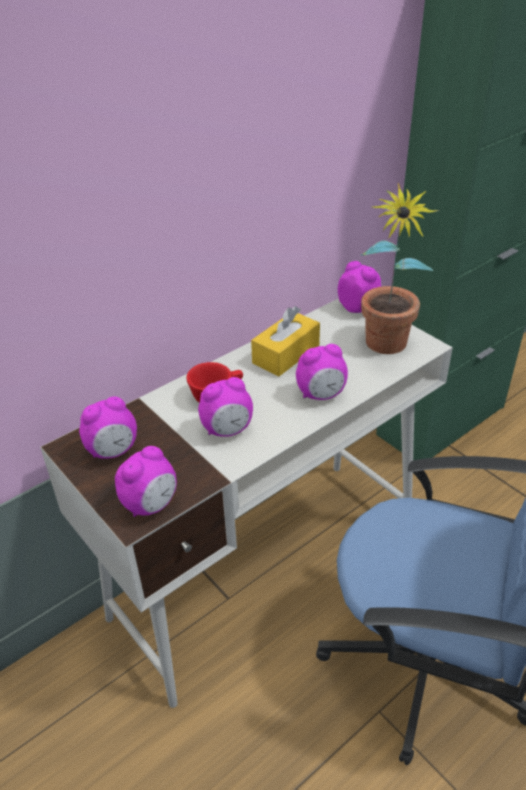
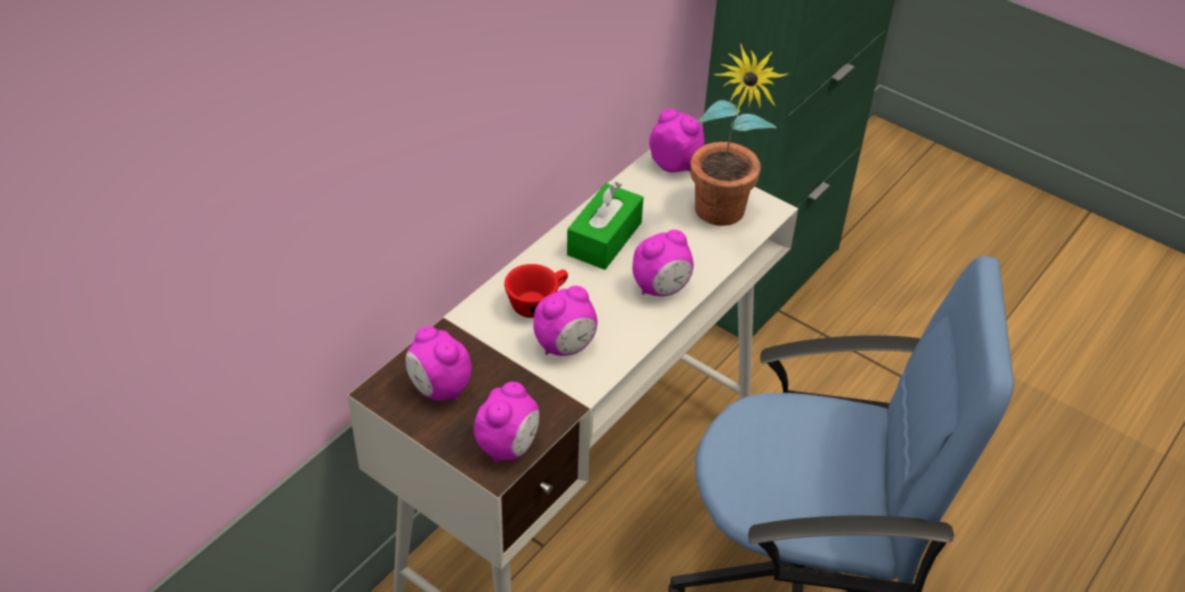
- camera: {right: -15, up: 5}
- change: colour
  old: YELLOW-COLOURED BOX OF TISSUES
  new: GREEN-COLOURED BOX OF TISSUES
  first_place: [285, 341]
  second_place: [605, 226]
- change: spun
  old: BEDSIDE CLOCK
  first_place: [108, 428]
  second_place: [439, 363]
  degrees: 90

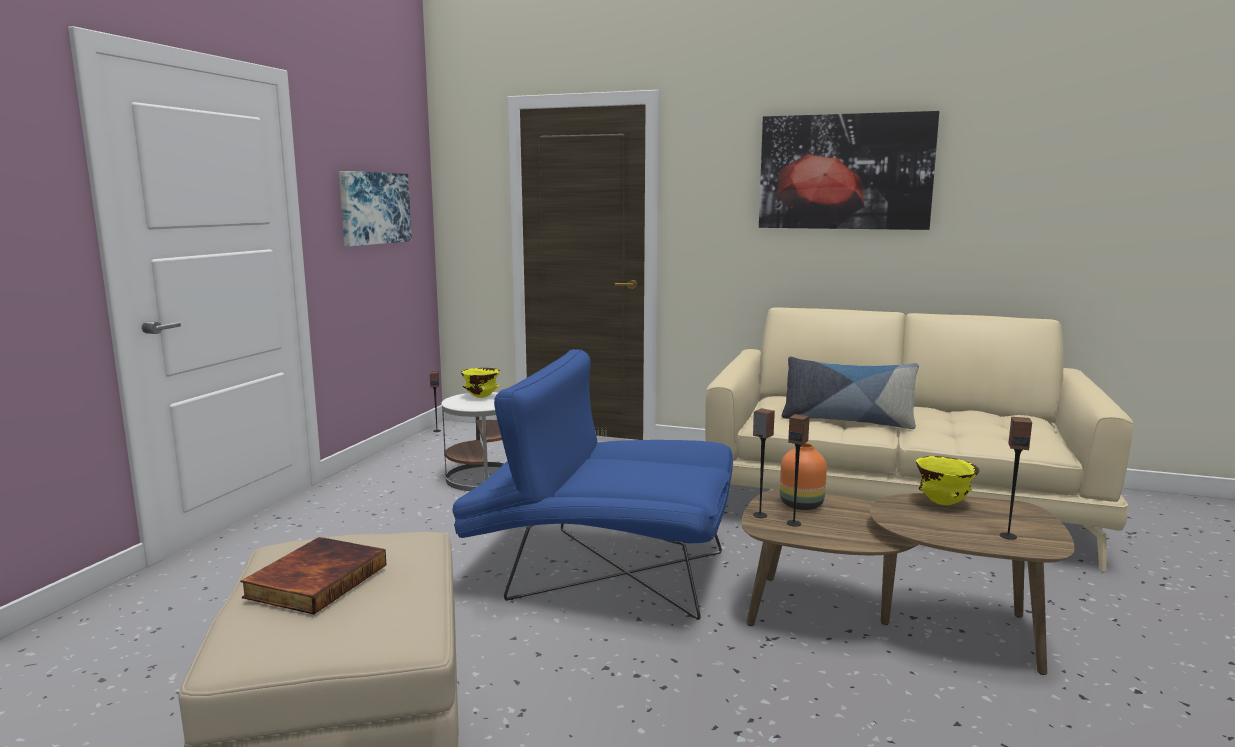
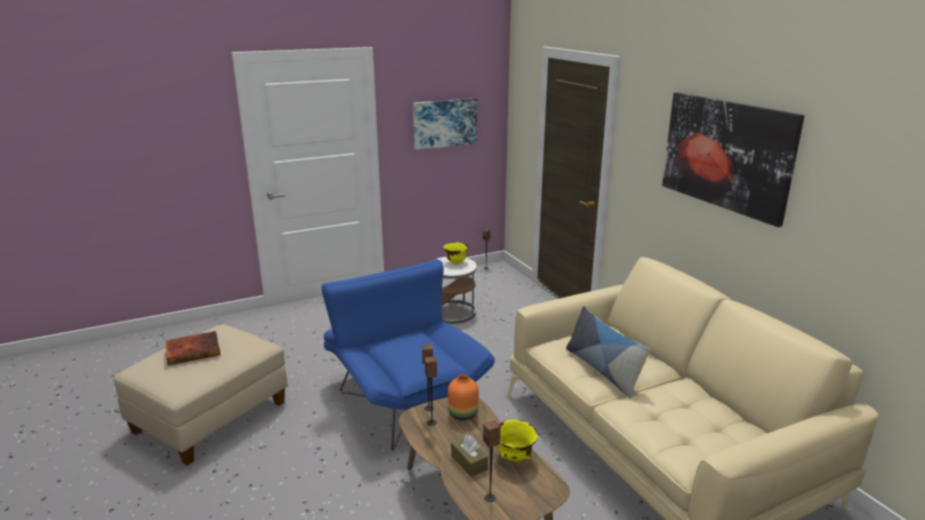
- camera: {right: 45, up: 10}
- change: appeared
  new: BROWN BOX OF TISSUES
  second_place: [469, 455]

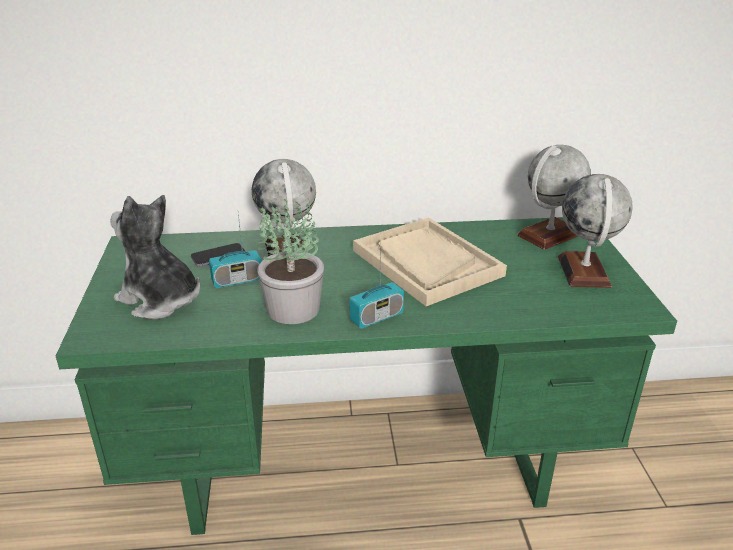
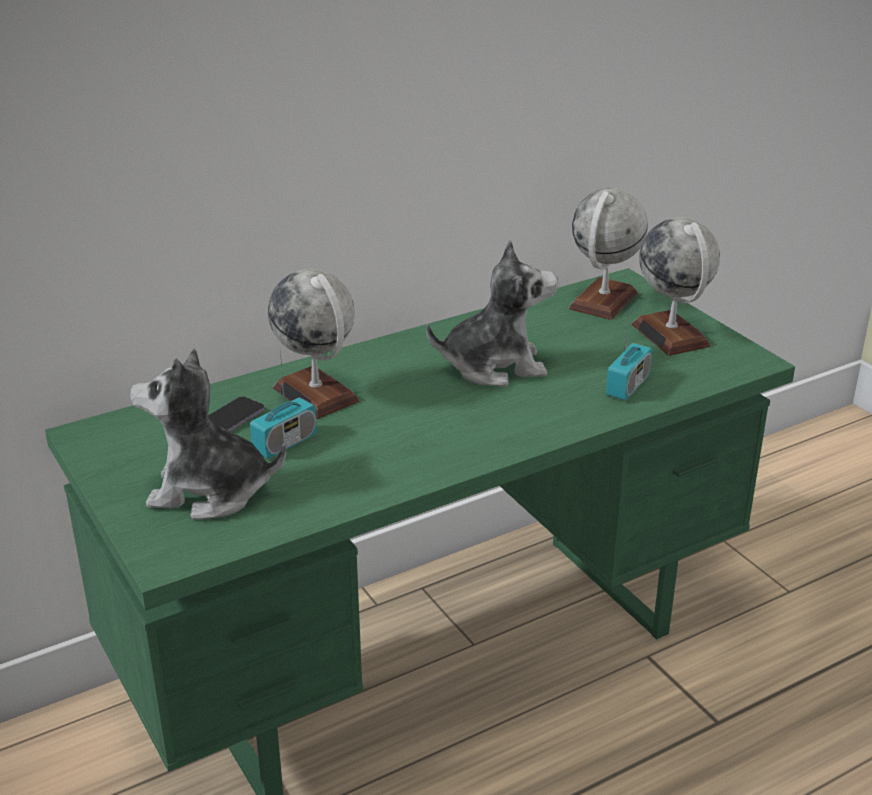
- camera: {right: -25, up: 0}
- change: missing
  old: POTTED PLANT
  first_place: [290, 261]
- change: exchanged
  old: BEIGE SERVING TRAY
  new: PLUSH TOY
  first_place: [430, 261]
  second_place: [492, 313]
- change: relocated
  old: RADIO RECEIVER
  first_place: [377, 285]
  second_place: [629, 351]

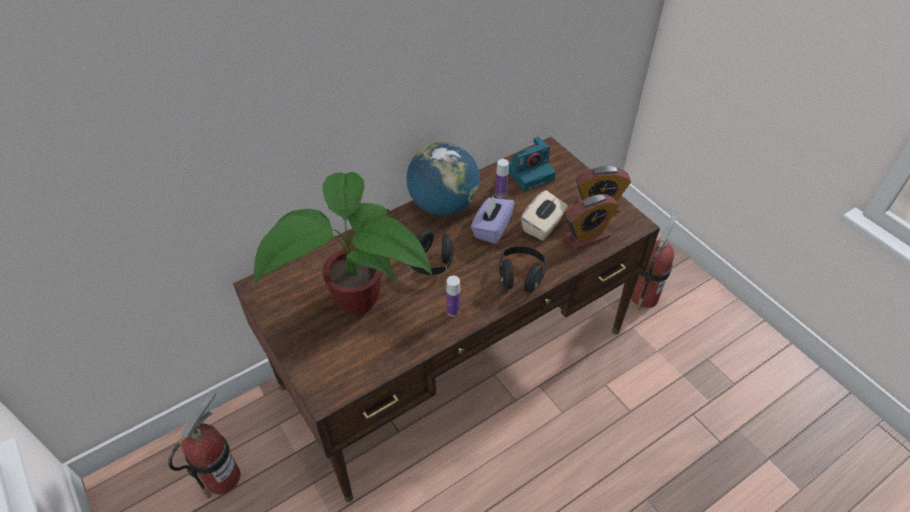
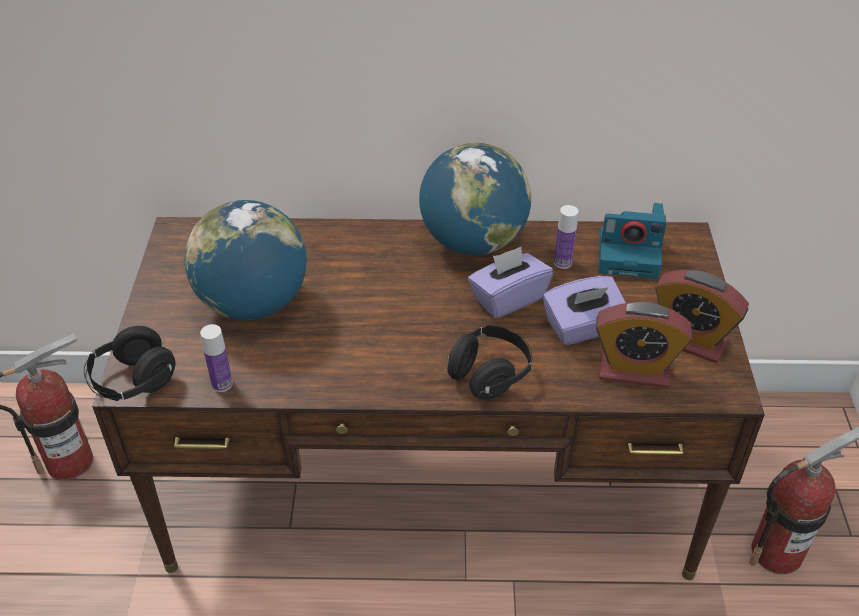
- camera: {right: 35, up: -5}
- change: exchanged
  old: POTTED PLANT
  new: WORLD GLOBE
  first_place: [343, 243]
  second_place: [246, 260]
- change: colour
  old: BEIGE BOX OF TISSUES
  new: PURPLISH BOX OF TISSUES
  first_place: [544, 215]
  second_place: [584, 310]
- change: relocated
  old: BLACK HEADPHONES
  first_place: [431, 252]
  second_place: [129, 363]
- change: relocated
  old: BOTTLE
  first_place: [453, 296]
  second_place: [216, 358]

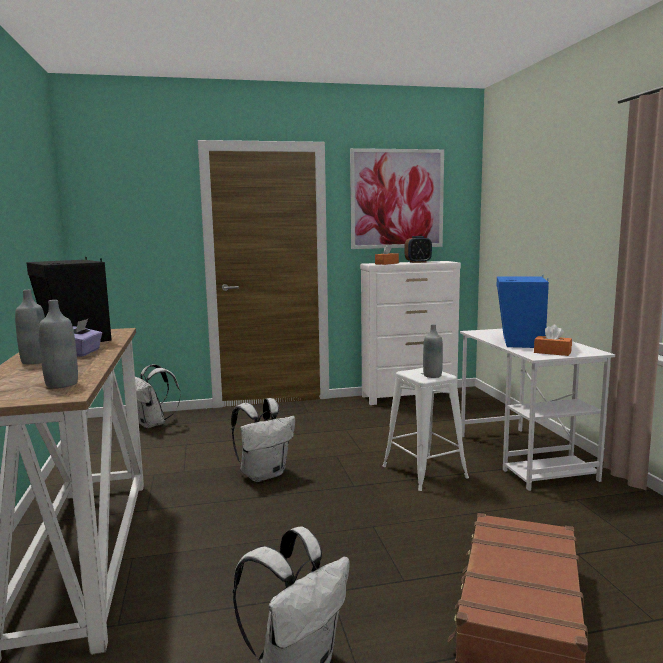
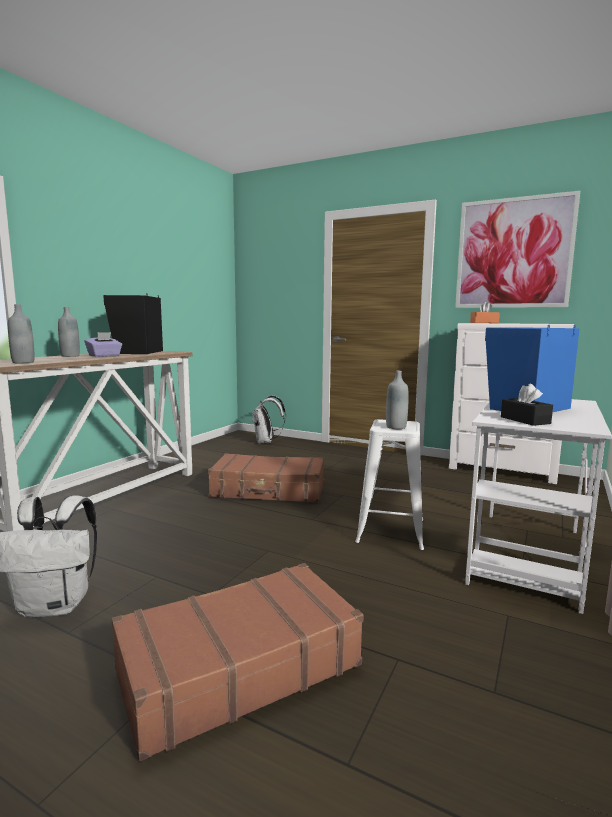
- camera: {right: 40, up: 0}
- change: missing
  old: BEDSIDE CLOCK
  first_place: [418, 249]
- change: colour
  old: ORANGE-COLOURED BOX OF TISSUES
  new: BLACK BOX OF TISSUES
  first_place: [553, 340]
  second_place: [527, 405]
- change: exchanged
  old: WHITE-COLOURED KNAPSACK
  new: BROWN SUITCASE
  first_place: [263, 440]
  second_place: [266, 478]

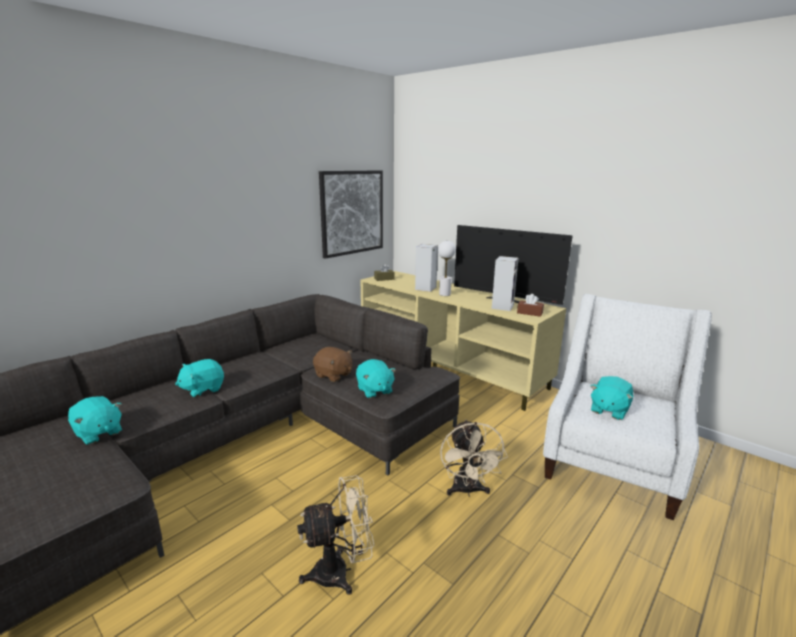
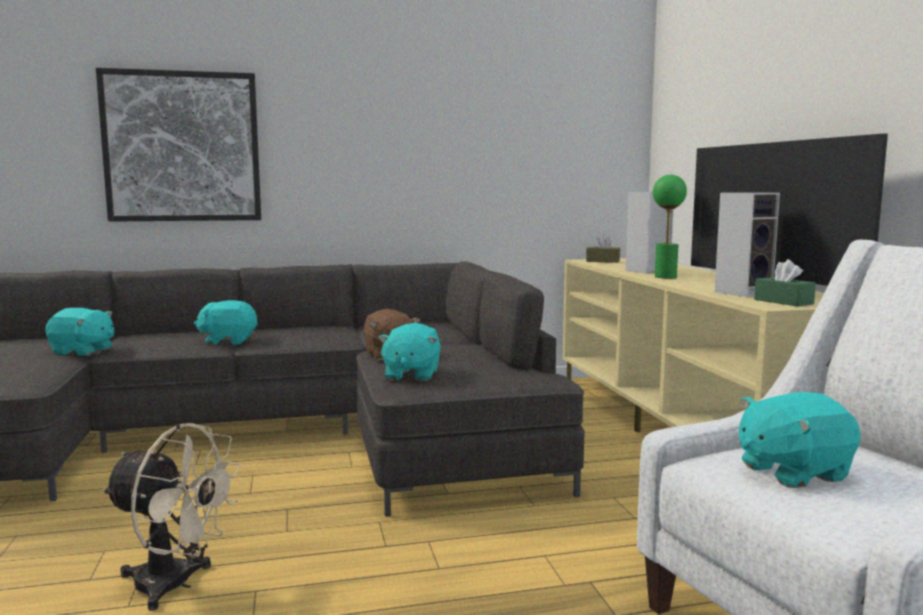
- camera: {right: 35, up: -10}
- change: relocated
  old: PICTURE
  first_place: [351, 214]
  second_place: [178, 145]
- change: colour
  old: WHITE-COLOURED TABLE LAMP
  new: GREEN-COLOURED TABLE LAMP
  first_place: [447, 268]
  second_place: [670, 226]
- change: colour
  old: BROWN BOX OF TISSUES
  new: GREEN-COLOURED BOX OF TISSUES
  first_place: [530, 305]
  second_place: [785, 283]
- change: spun
  old: BLUE-GREEN PLUSH TOY
  first_place: [95, 420]
  second_place: [79, 332]
  degrees: -60
- change: missing
  old: BEIGE ELECTRIC FAN
  first_place: [474, 458]

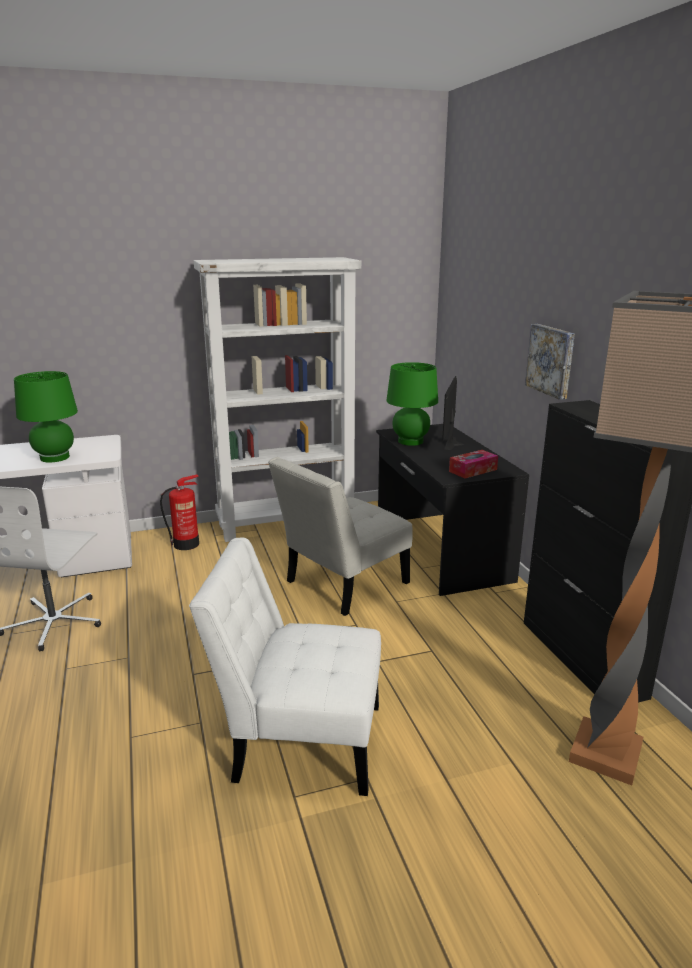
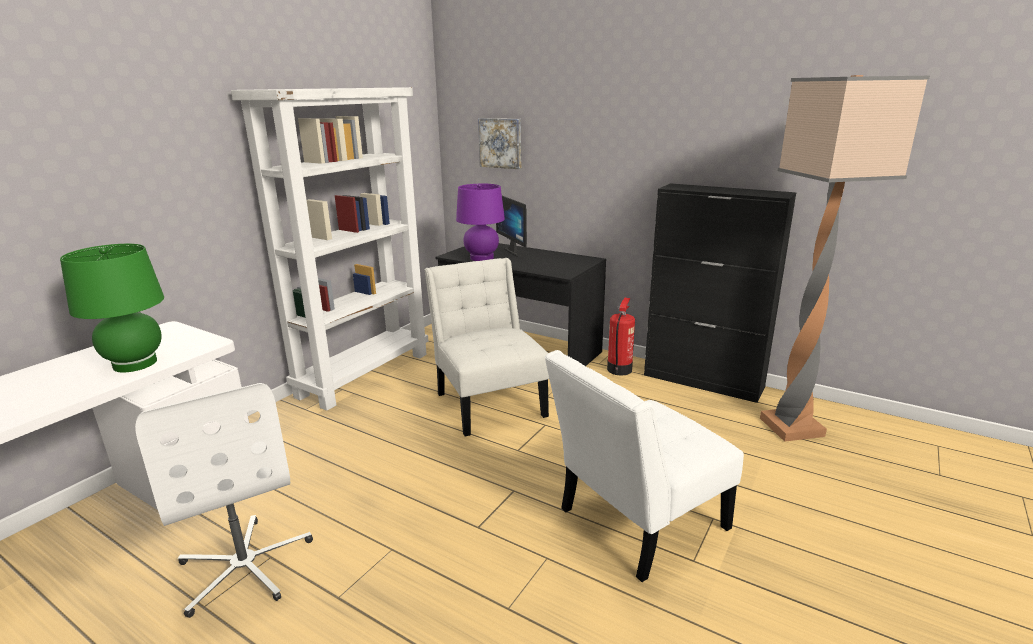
- camera: {right: -40, up: 0}
- change: relocated
  old: PICTURE
  first_place: [550, 362]
  second_place: [499, 143]
- change: colour
  old: GREEN-COLOURED TABLE LAMP
  new: PURPLISH TABLE LAMP
  first_place: [412, 404]
  second_place: [480, 222]
- change: missing
  old: BOX OF TISSUES
  first_place: [473, 464]
- change: spun
  old: WHITE-COLOURED CHAIR
  first_place: [340, 536]
  second_place: [487, 347]
  degrees: 150
- change: relocated
  old: EXTINGUISHER
  first_place: [179, 512]
  second_place: [621, 337]

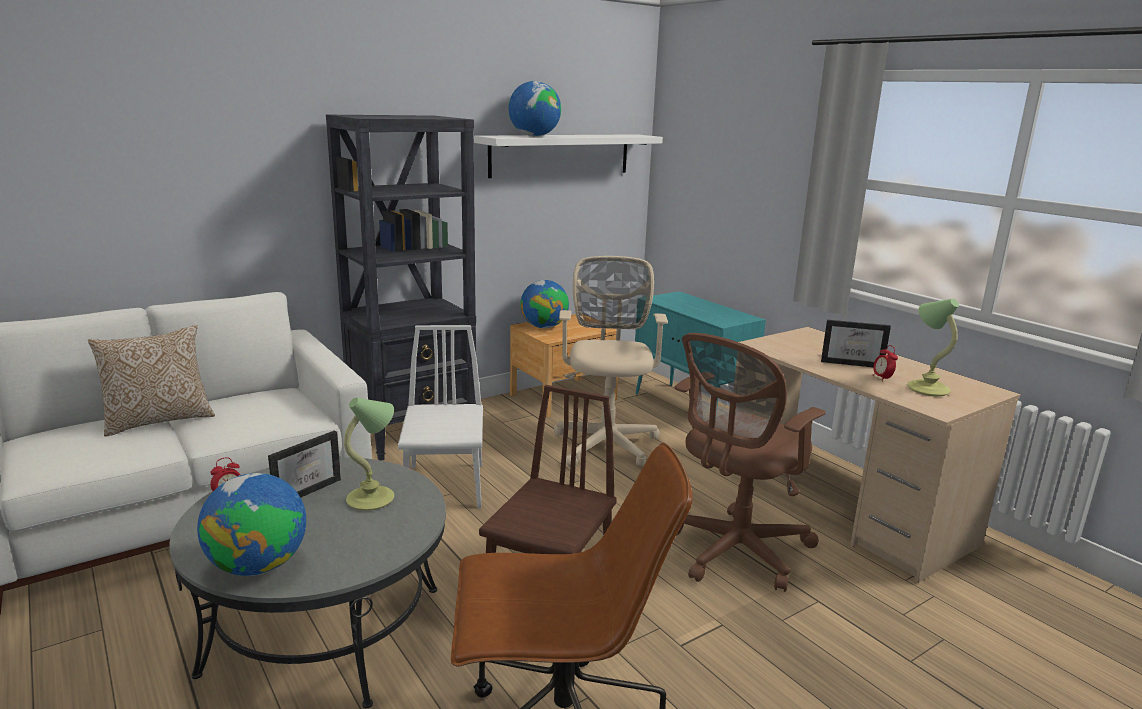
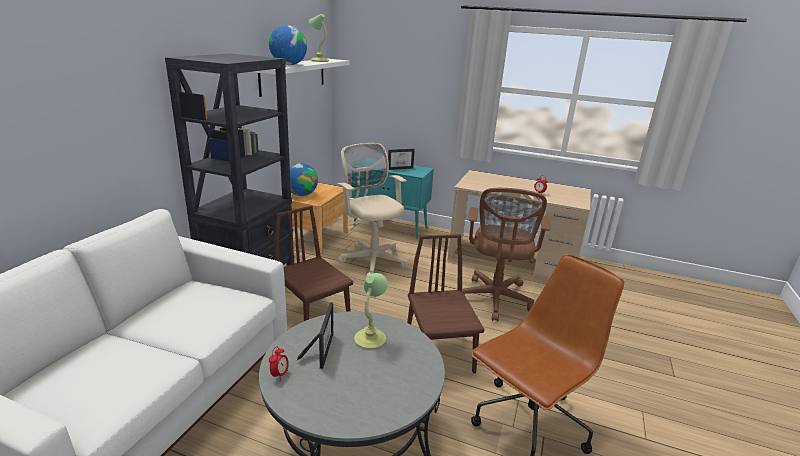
- camera: {right: -35, up: 5}
- change: relocated
  old: TABLE LAMP
  first_place: [933, 348]
  second_place: [319, 38]
- change: relocated
  old: PICTURE FRAME
  first_place: [856, 343]
  second_place: [401, 159]
- change: missing
  old: PILLOW
  first_place: [151, 381]
- change: colour
  old: WHITE-COLOURED CHAIR
  new: BROWN CHAIR
  first_place: [440, 416]
  second_place: [314, 263]
- change: missing
  old: WORLD GLOBE
  first_place: [251, 524]

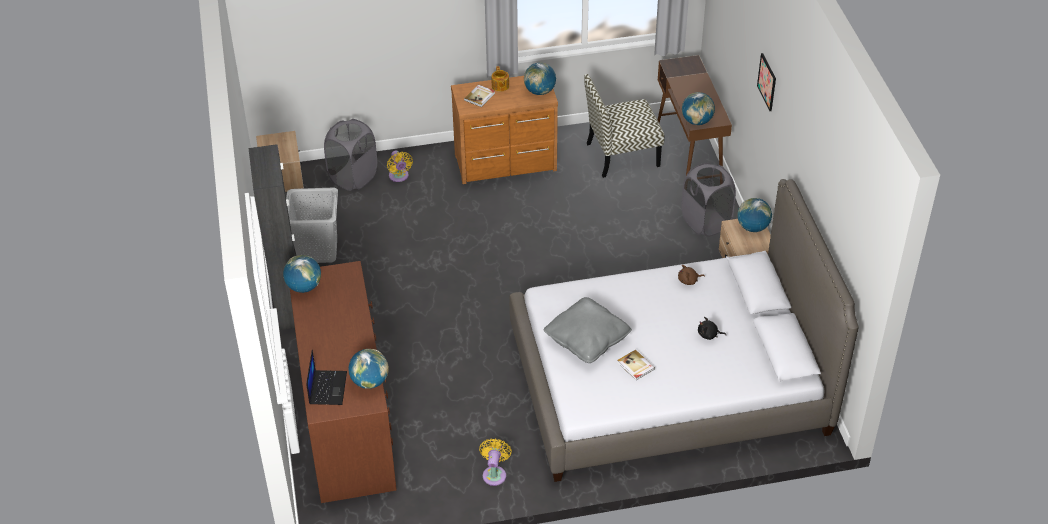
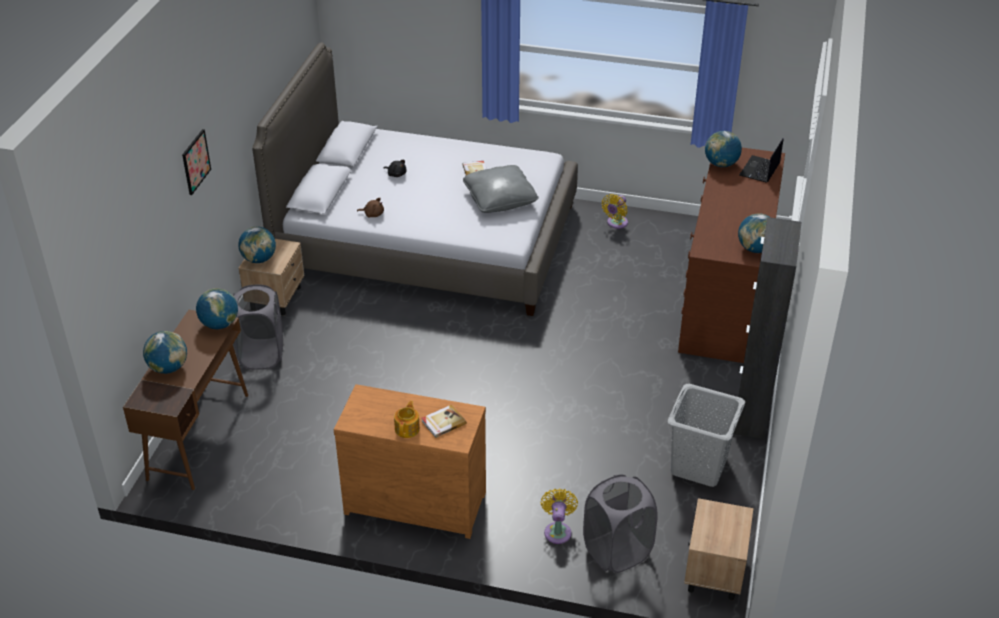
- camera: {right: -155, up: -5}
- change: relocated
  old: WORLD GLOBE
  first_place: [540, 79]
  second_place: [165, 352]
- change: missing
  old: CHAIR
  first_place: [624, 126]

